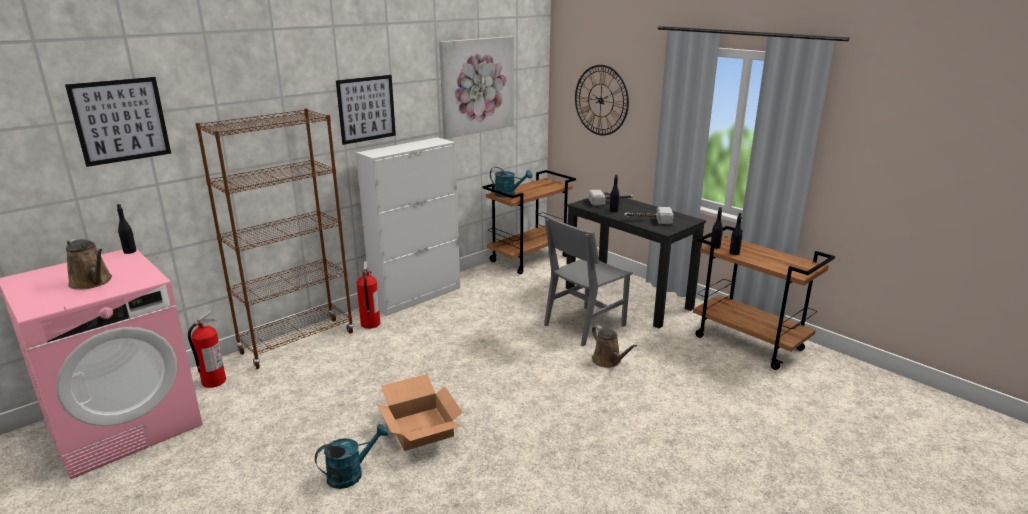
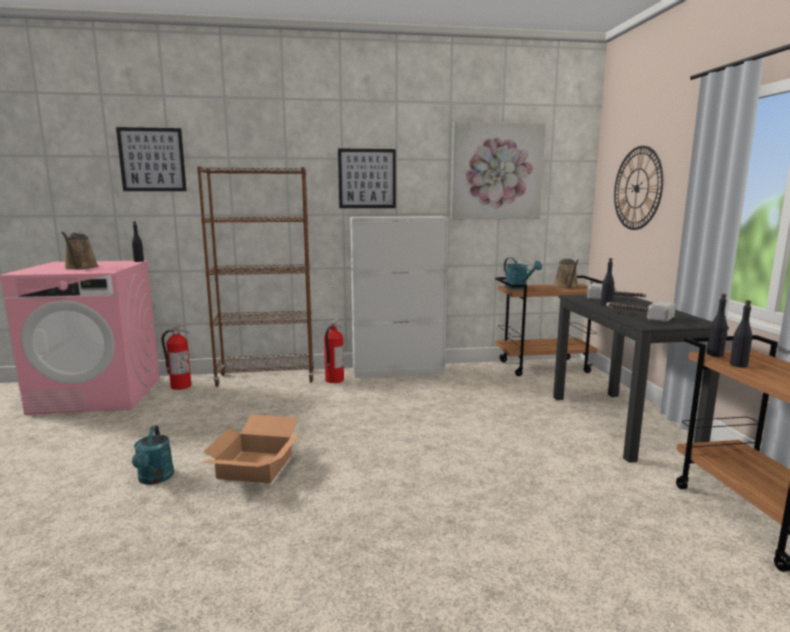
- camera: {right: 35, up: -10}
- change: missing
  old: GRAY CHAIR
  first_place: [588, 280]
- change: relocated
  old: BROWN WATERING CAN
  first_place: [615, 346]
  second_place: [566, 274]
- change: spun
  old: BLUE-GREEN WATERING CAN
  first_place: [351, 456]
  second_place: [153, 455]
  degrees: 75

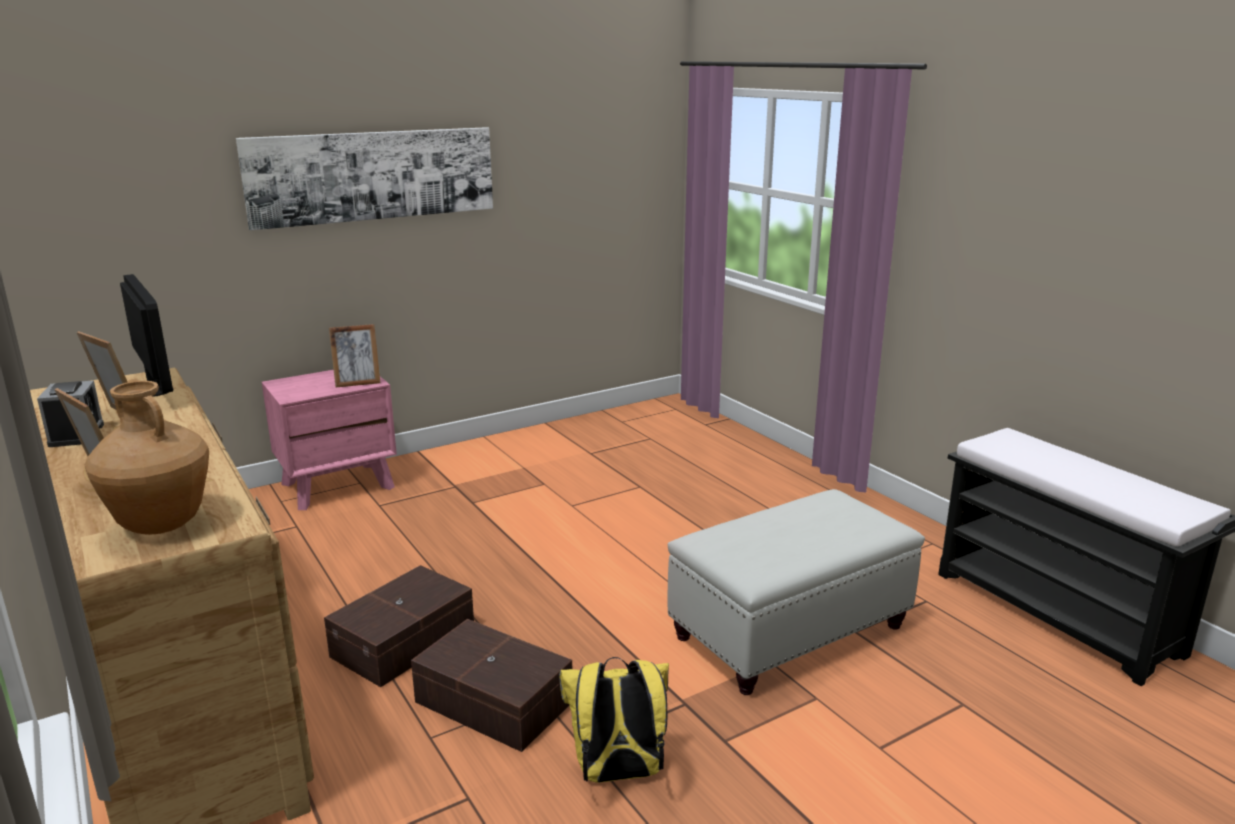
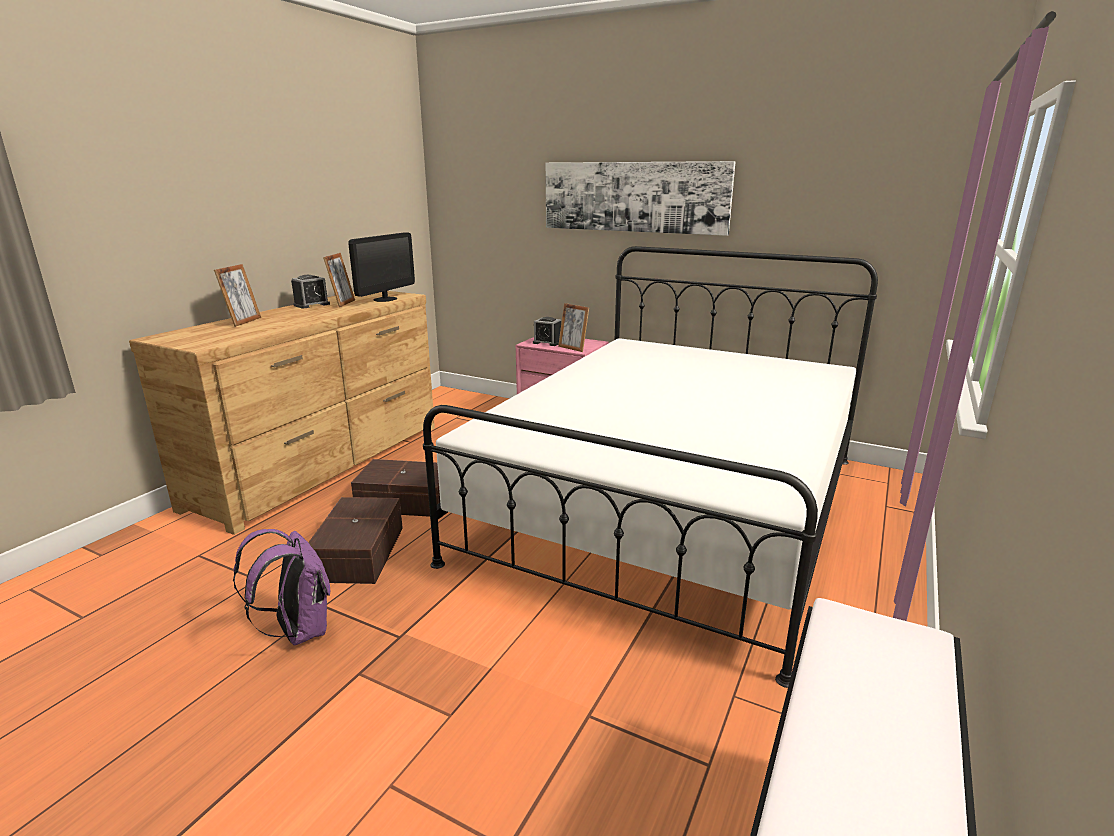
- camera: {right: 60, up: 0}
- change: missing
  old: BROWN VASE
  first_place: [147, 458]
- change: missing
  old: WHITE-COLOURED FOOTREST
  first_place: [796, 592]
- change: colour
  old: YELLOW-COLOURED KNAPSACK
  new: PURPLISH KNAPSACK
  first_place: [614, 720]
  second_place: [281, 587]
- change: appeared
  new: WHITE-COLOURED BEDROOM BED
  second_place: [650, 467]
- change: appeared
  new: BEDSIDE CLOCK
  second_place: [547, 331]

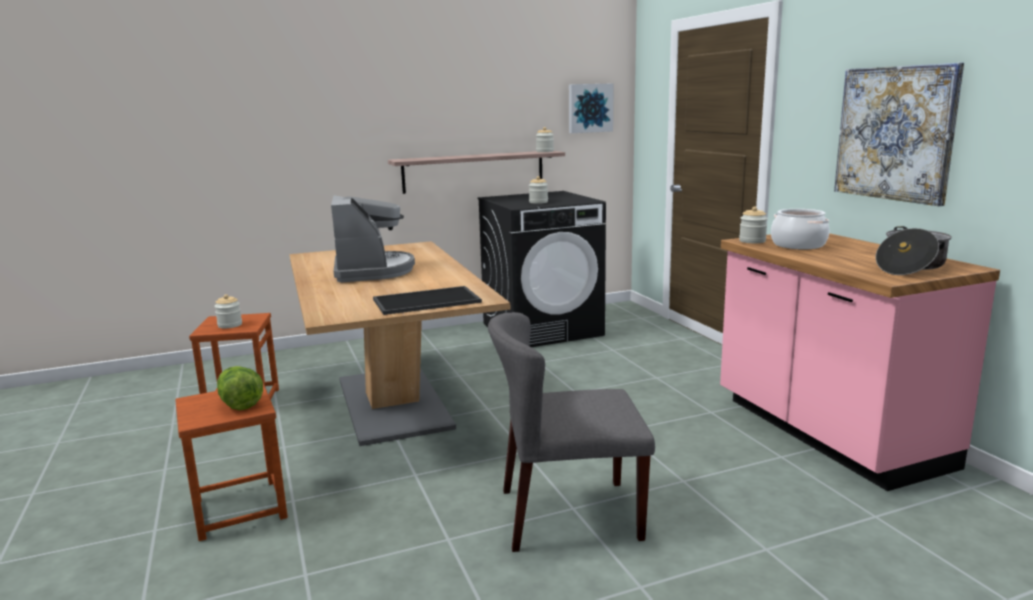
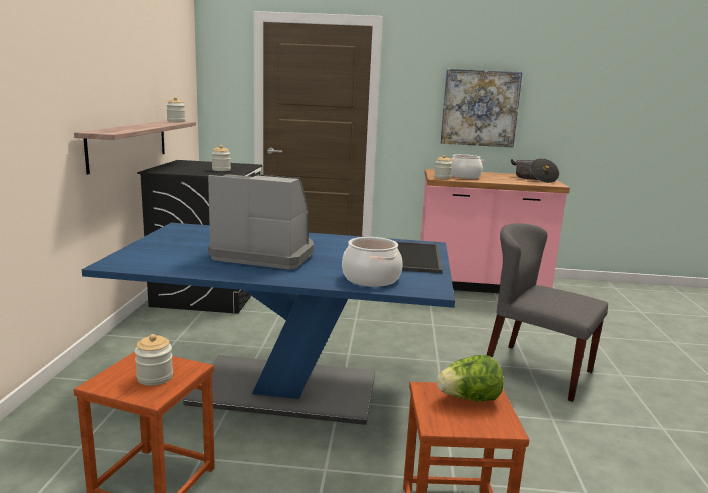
- camera: {right: -65, up: 0}
- change: missing
  old: PICTURE
  first_place: [591, 108]
- change: colour
  old: BROWN KITCHEN TABLE
  new: BLUE-COLOURED KITCHEN TABLE
  first_place: [399, 343]
  second_place: [268, 324]
- change: spun
  old: GRAY CHAIR
  first_place: [571, 432]
  second_place: [547, 312]
  degrees: 105
- change: appeared
  new: SAUCEPOT
  second_place: [372, 262]

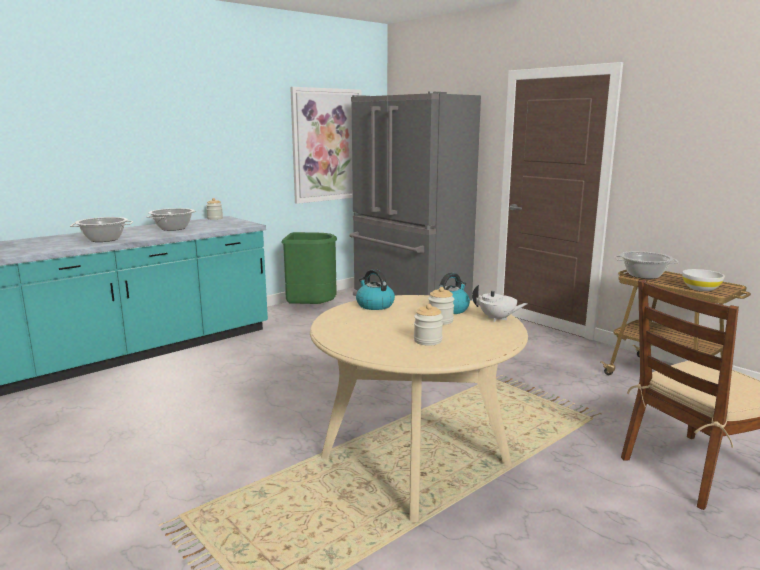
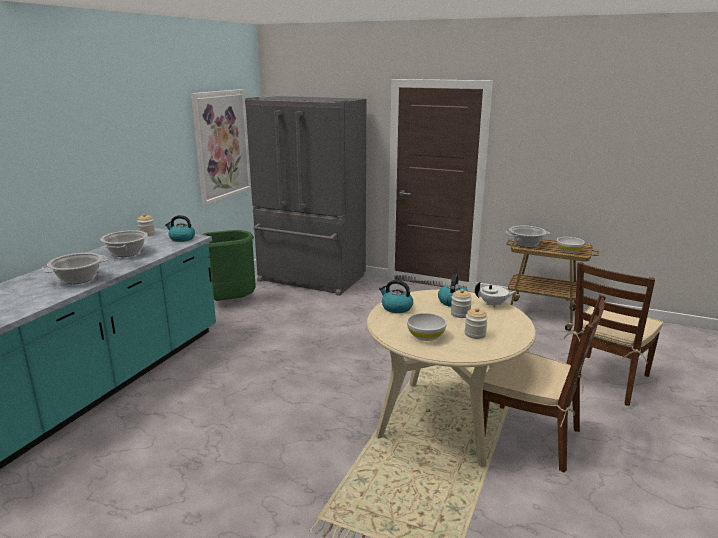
- camera: {right: -25, up: 5}
- change: appeared
  new: WATER KETTLE
  second_place: [180, 228]
- change: appeared
  new: BROWN CHAIR
  second_place: [544, 383]
- change: appeared
  new: WHITE-COLOURED BOWL
  second_place: [427, 327]

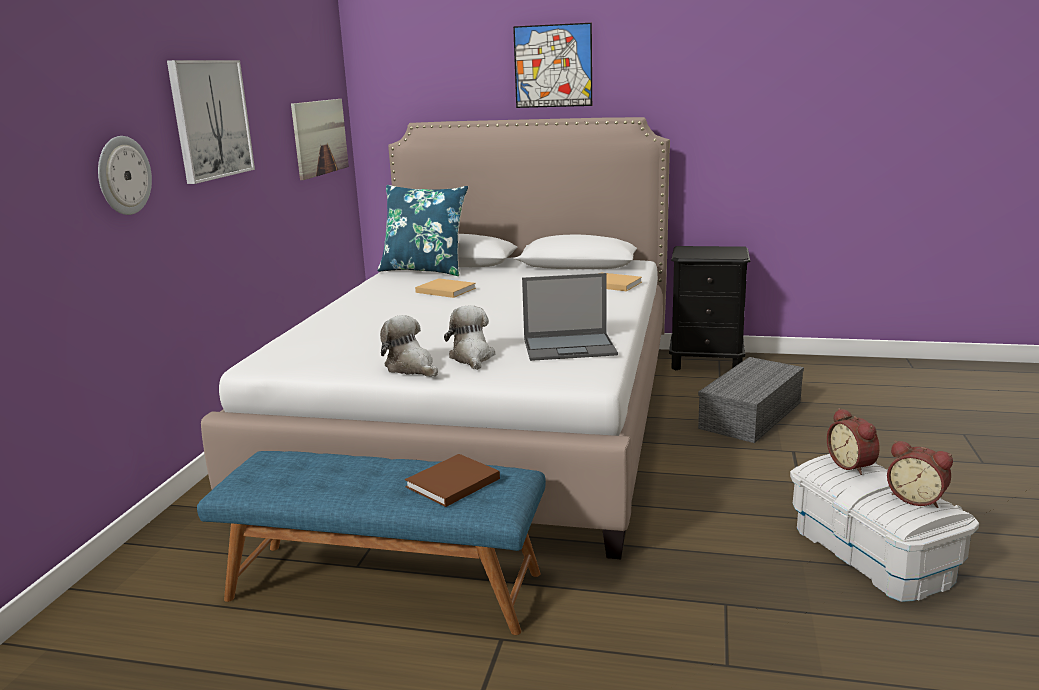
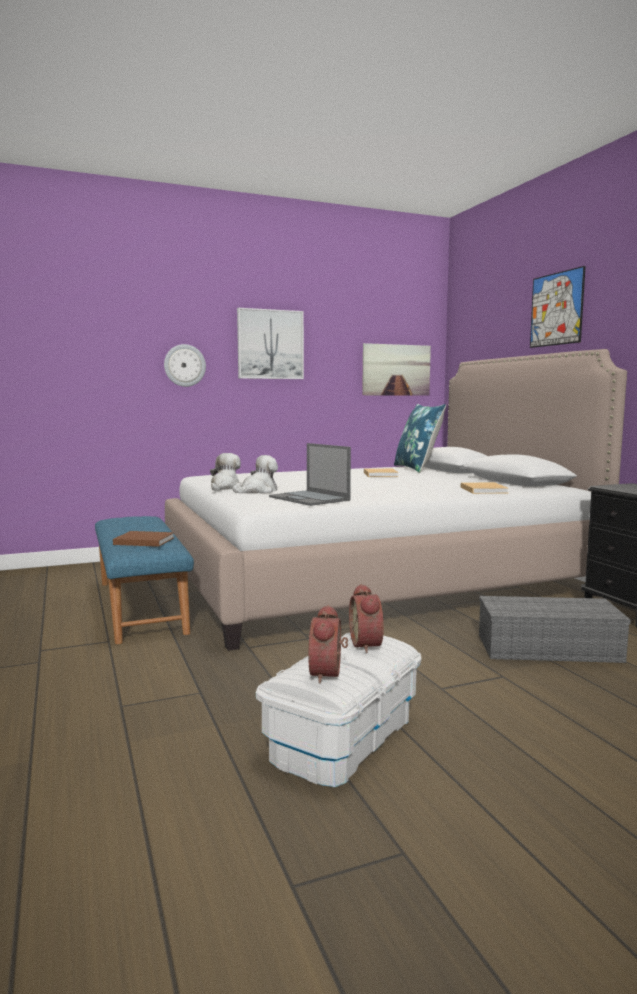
- camera: {right: 55, up: -10}
- change: spun
  old: BEDSIDE CLOCK
  first_place: [853, 441]
  second_place: [366, 618]
  degrees: -45

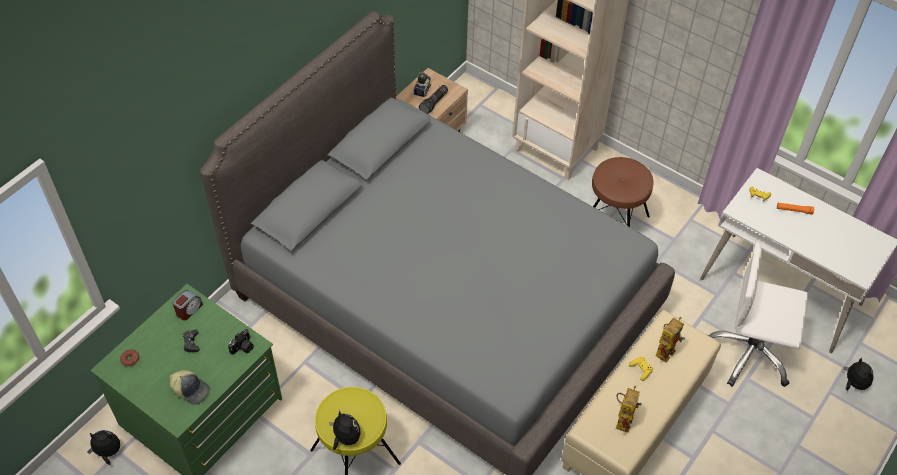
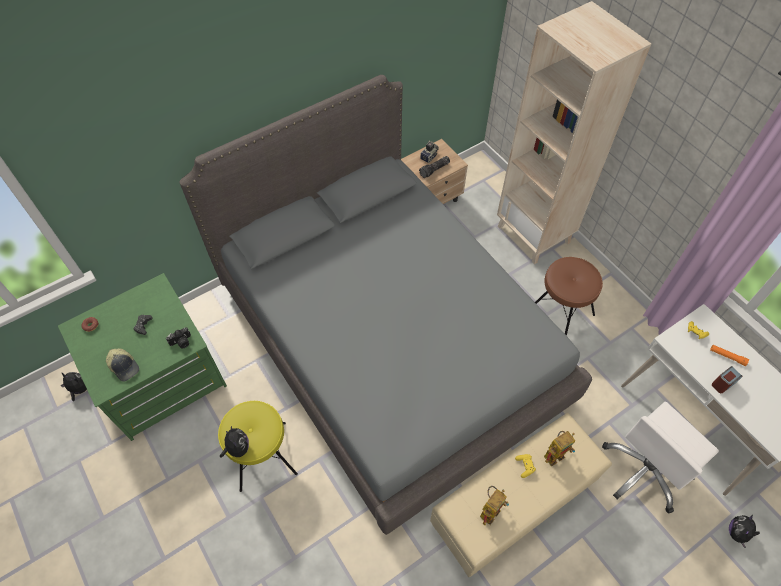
- camera: {right: 20, up: 5}
- change: spun
  old: WHITE-COLOURED COMPUTER CHAIR
  first_place: [758, 314]
  second_place: [660, 457]
  degrees: -75
- change: relocated
  old: BEDSIDE CLOCK
  first_place: [187, 305]
  second_place: [727, 379]
- change: spun
  old: PLUSH TOY
  first_place: [858, 373]
  second_place: [744, 531]
  degrees: -150

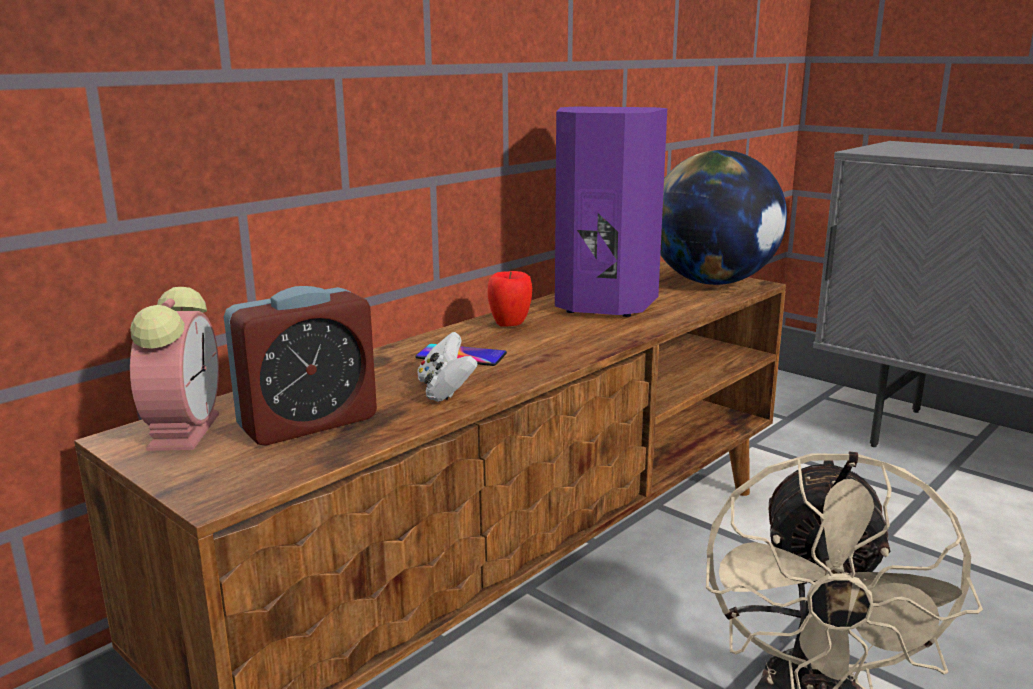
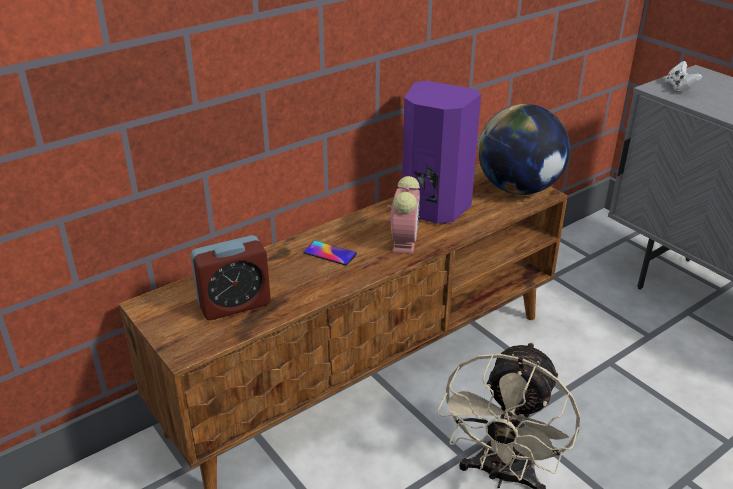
- camera: {right: 10, up: 15}
- change: missing
  old: WHOLE APPLE
  first_place: [509, 298]
- change: relocated
  old: BEDSIDE CLOCK
  first_place: [174, 369]
  second_place: [403, 215]
- change: relocated
  old: WHITE-COLOURED JOYPAD
  first_place: [447, 367]
  second_place: [683, 77]

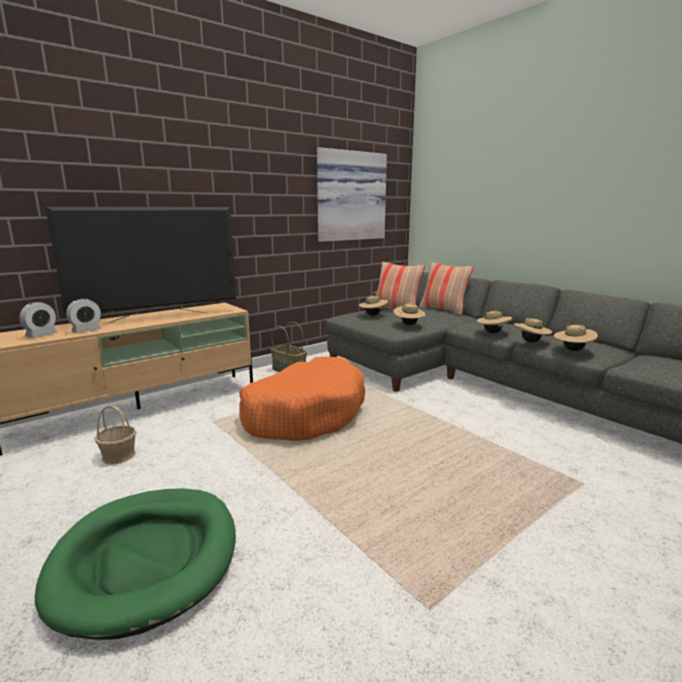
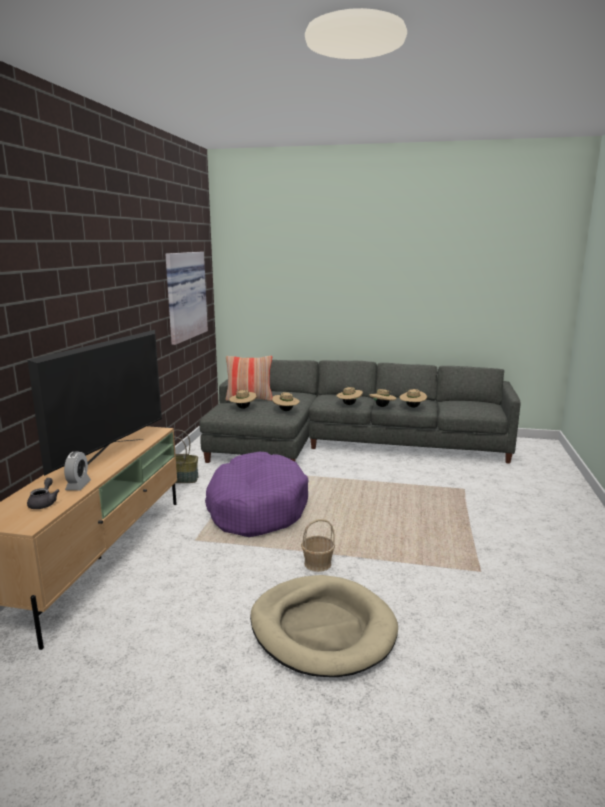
- camera: {right: -40, up: 0}
- change: missing
  old: PILLOW
  first_place: [446, 288]
- change: exchanged
  old: BEDSIDE CLOCK
  new: GRAY TEAPOT
  first_place: [38, 320]
  second_place: [43, 493]
- change: colour
  old: ORANGE-COLOURED DOG BED
  new: PURPLISH DOG BED
  first_place: [302, 399]
  second_place: [257, 494]
- change: relocated
  old: BASKET
  first_place: [115, 434]
  second_place: [318, 545]
- change: colour
  old: GREEN-COLOURED DOG BED
  new: BEIGE DOG BED
  first_place: [135, 564]
  second_place: [324, 626]

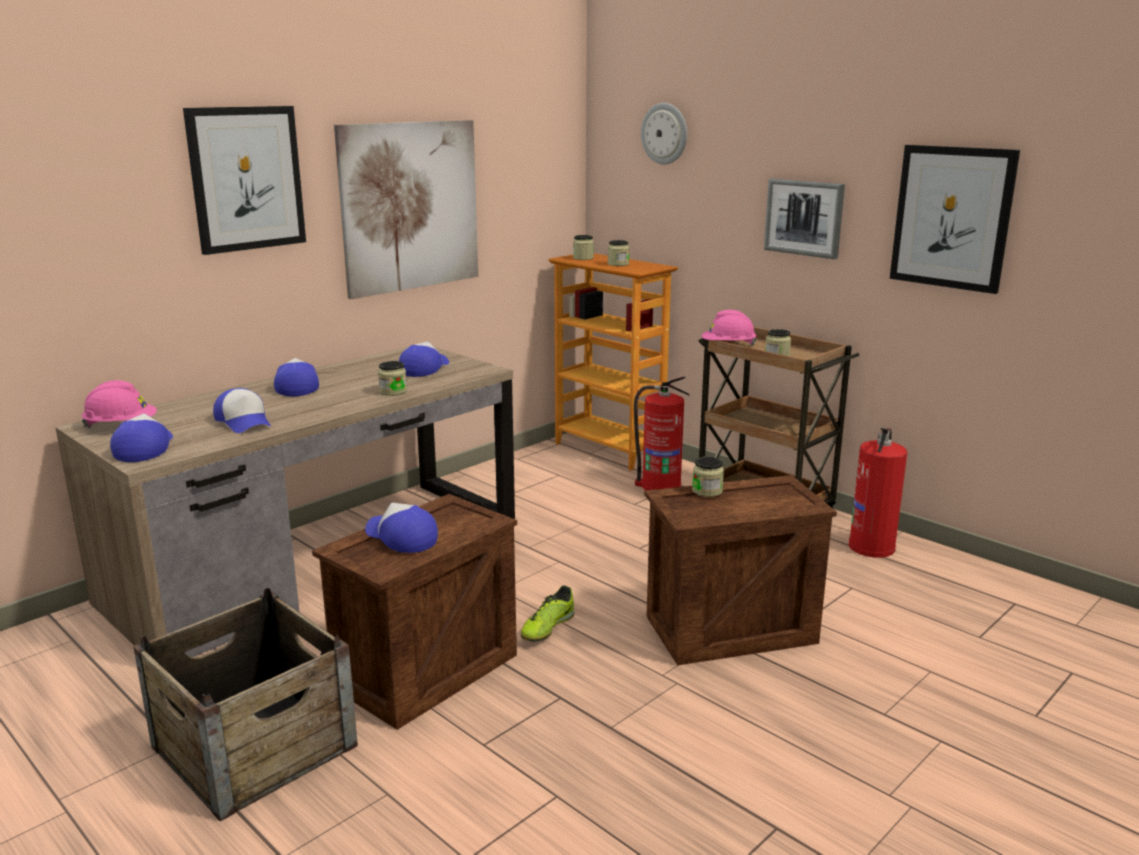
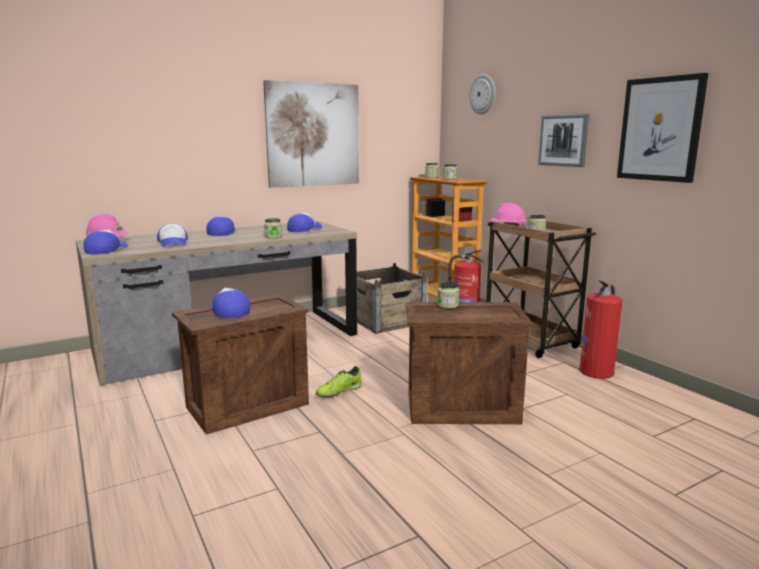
- camera: {right: 15, up: -5}
- change: missing
  old: PICTURE
  first_place: [244, 180]
- change: relocated
  old: SHIPPING CRATE
  first_place: [245, 704]
  second_place: [392, 298]

